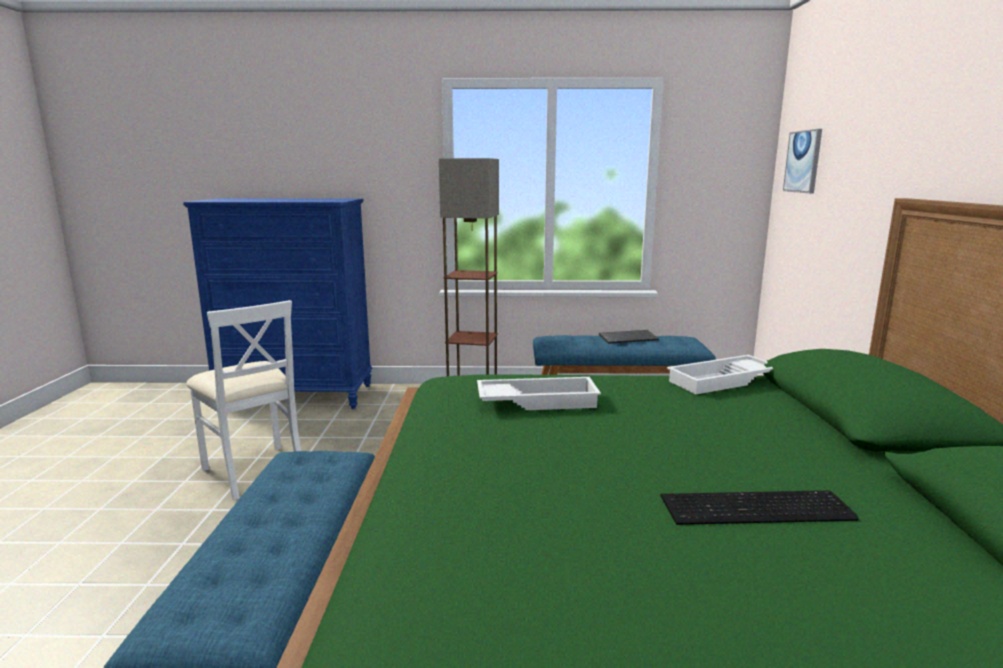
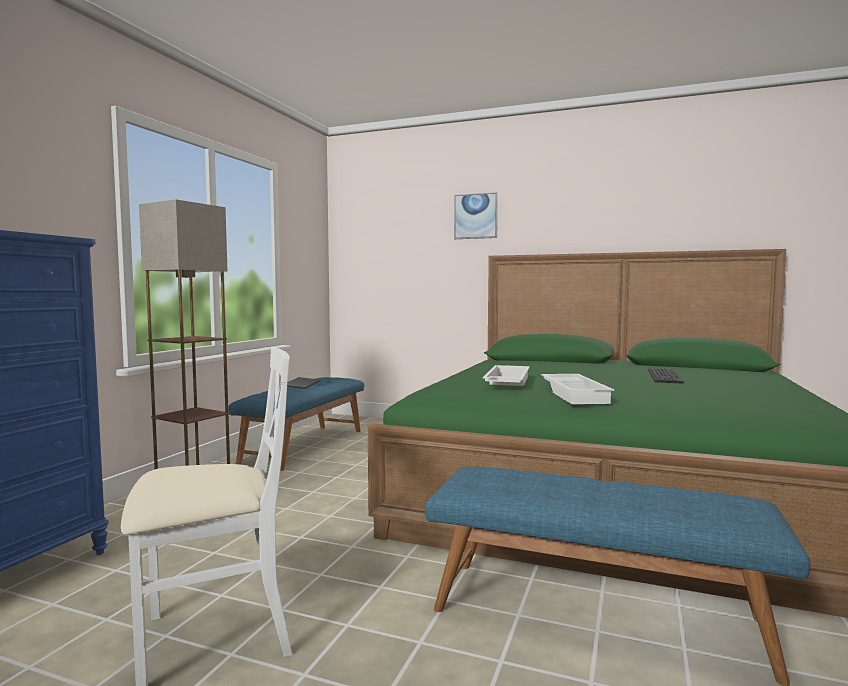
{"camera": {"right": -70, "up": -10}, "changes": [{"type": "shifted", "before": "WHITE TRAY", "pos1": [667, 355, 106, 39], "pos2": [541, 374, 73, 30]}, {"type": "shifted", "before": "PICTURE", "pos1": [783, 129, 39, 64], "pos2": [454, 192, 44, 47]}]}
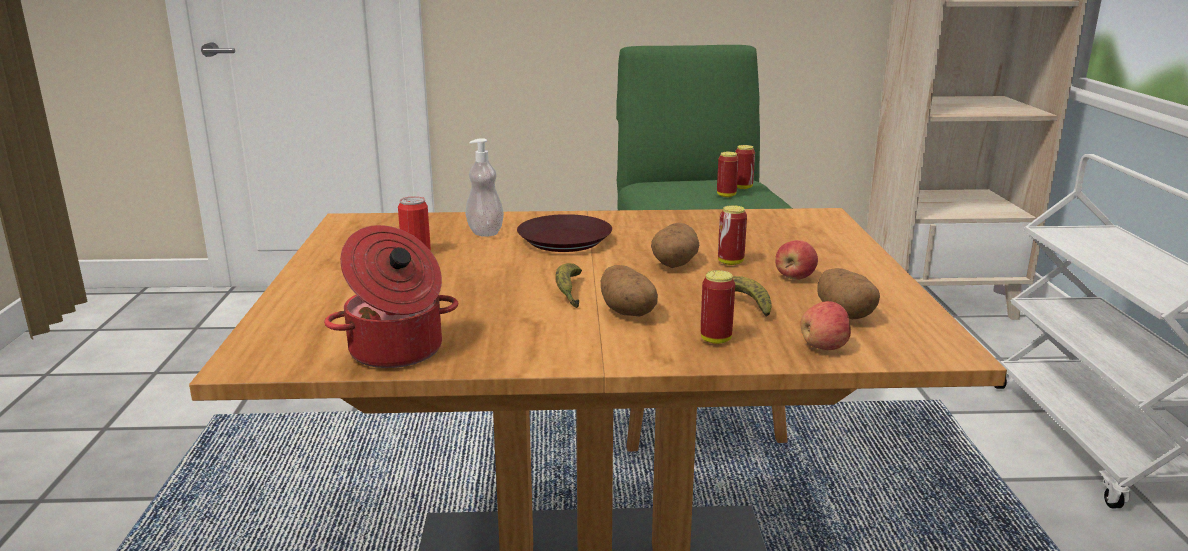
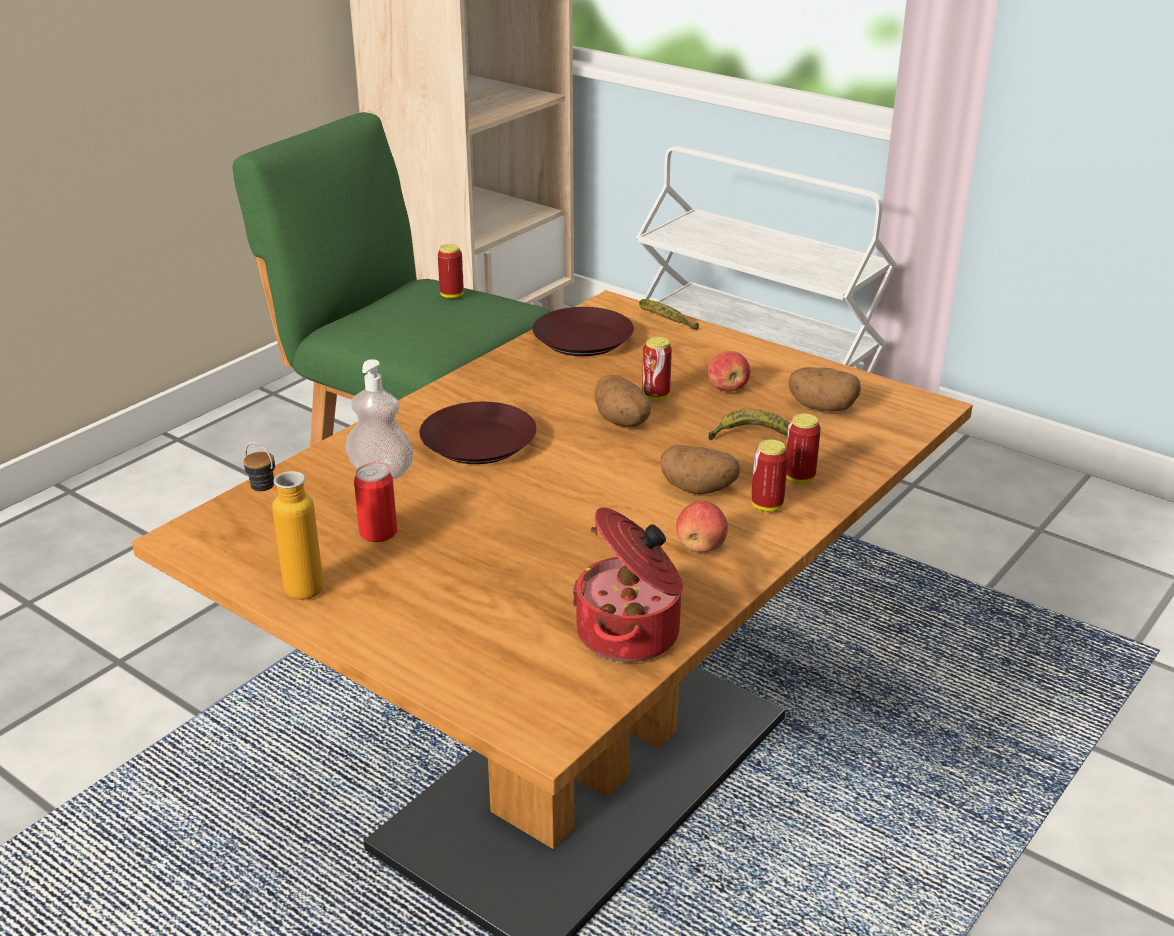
{"camera": {"right": -50, "up": 10}, "changes": [{"type": "shifted", "before": "BANANA", "pos1": [555, 263, 27, 45], "pos2": [639, 299, 60, 31]}, {"type": "shifted", "before": "CAN", "pos1": [717, 152, 22, 45], "pos2": [751, 440, 37, 72]}, {"type": "shifted", "before": "APPLE", "pos1": [800, 301, 51, 49], "pos2": [676, 501, 52, 51]}, {"type": "new", "after": "BOTTLE", "pos2": [244, 442, 80, 158]}, {"type": "new", "after": "BROWN PLATE", "pos2": [532, 307, 102, 49]}]}
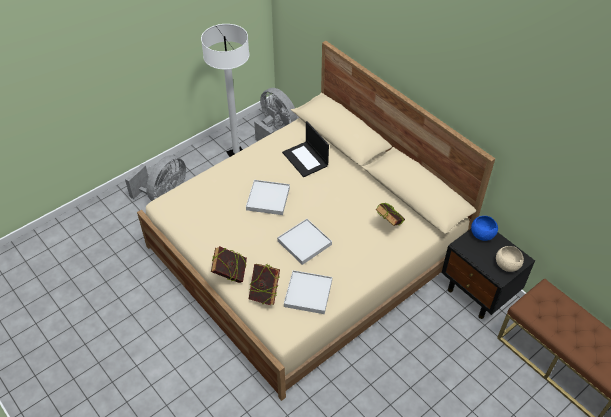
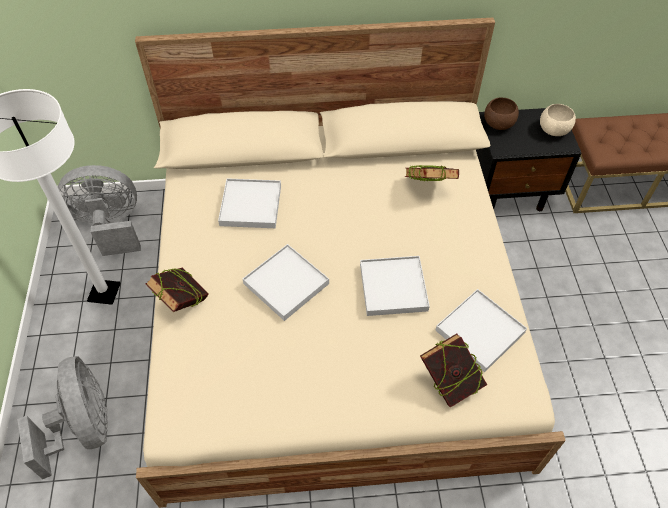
{"camera": {"right": -55, "up": 5}, "changes": [{"type": "shifted", "before": "BOOK", "pos1": [211, 246, 36, 37], "pos2": [145, 268, 64, 44]}, {"type": "swapped", "before": "LAPTOP", "after": "WHITE TRAY", "pos1": [282, 121, 47, 56], "pos2": [218, 178, 63, 50]}, {"type": "repainted", "before": "BLUE BOWL", "after": "BROWN BOWL", "pos1": [471, 216, 27, 25], "pos2": [484, 97, 35, 33]}]}
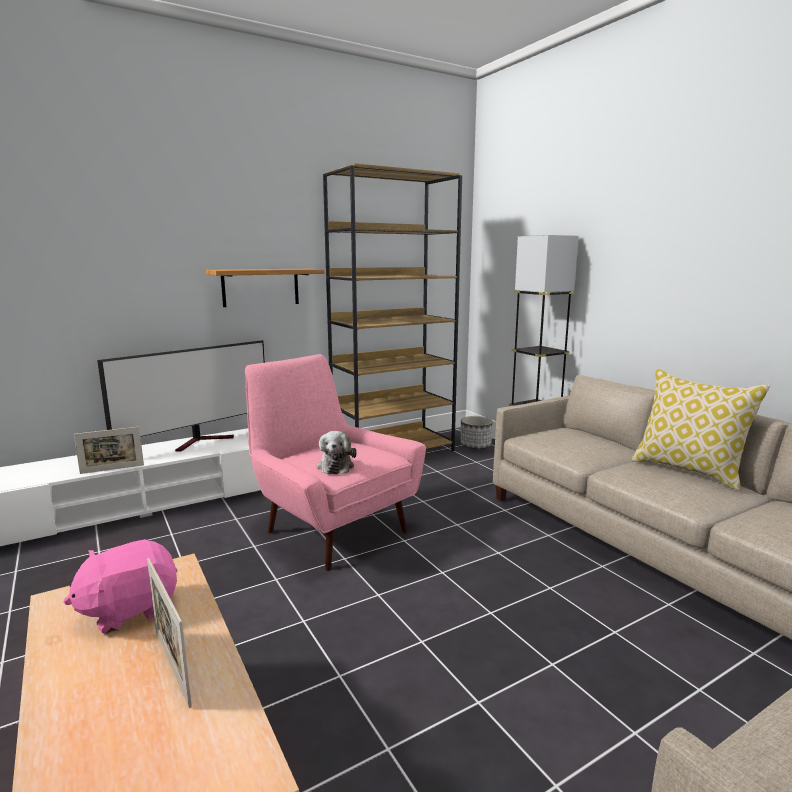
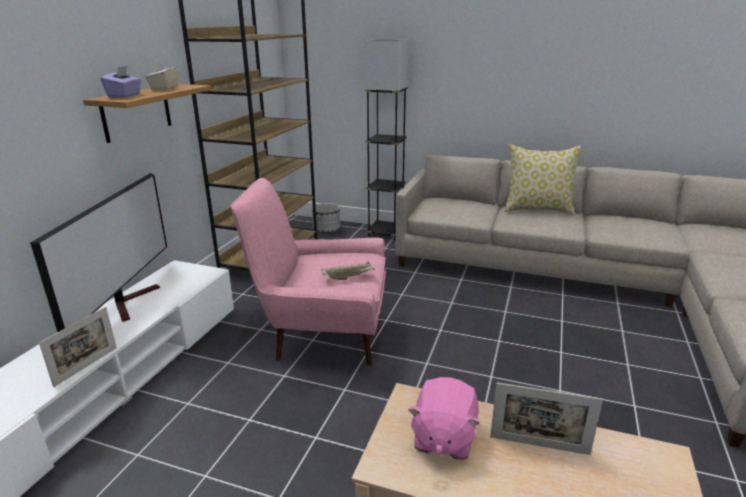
{"camera": {"right": -40, "up": 10}, "changes": [{"type": "swapped", "before": "PLUSH TOY", "after": "BEIGE TRAY", "pos1": [317, 431, 40, 43], "pos2": [321, 261, 54, 19]}, {"type": "new", "after": "PURPLE TISSUE BOX", "pos2": [101, 66, 40, 32]}, {"type": "new", "after": "BEIGE TISSUE BOX", "pos2": [146, 61, 32, 29]}]}
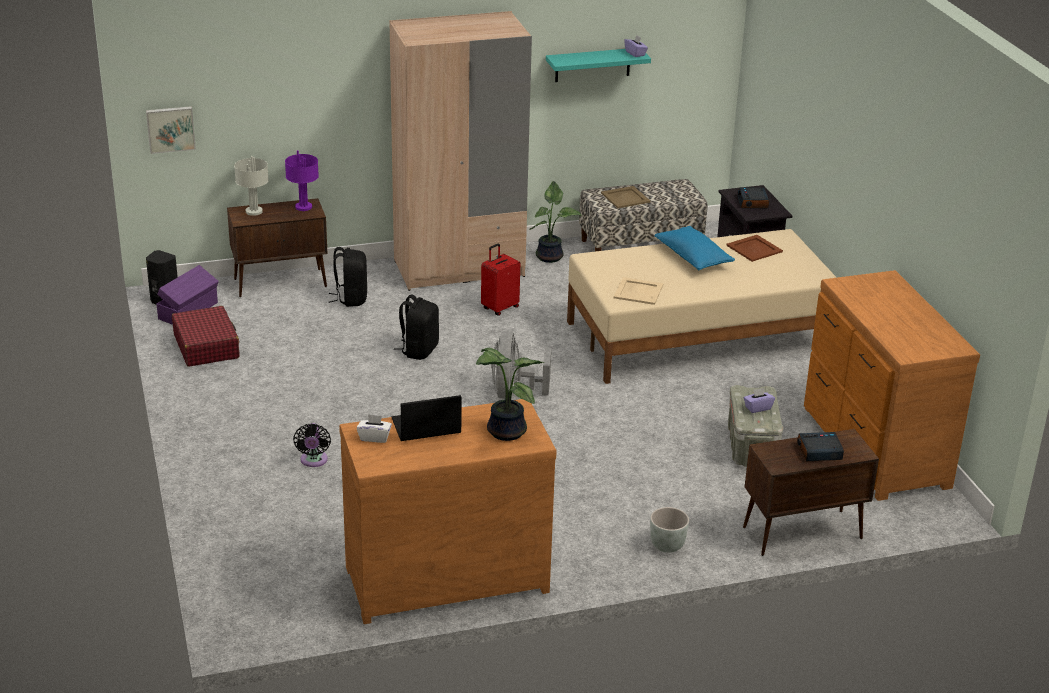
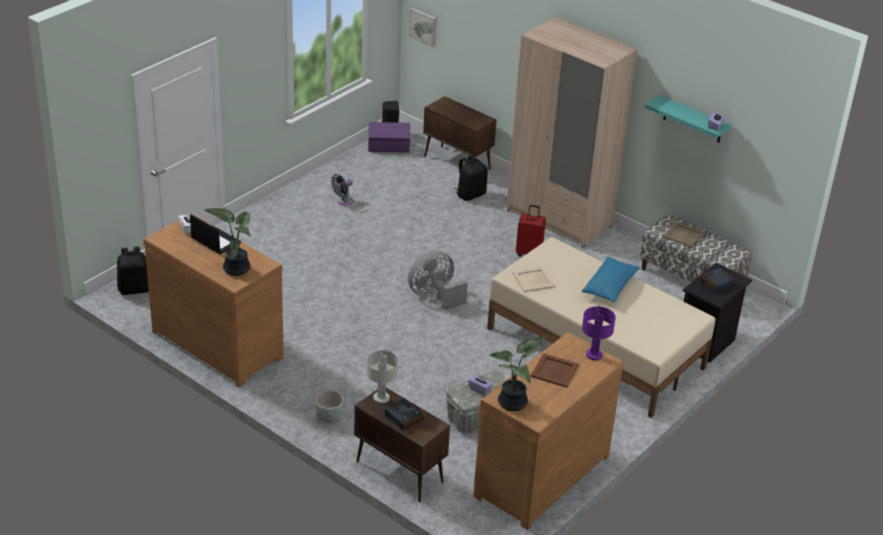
{"camera": {"right": 55, "up": 5}, "changes": [{"type": "gone", "before": "RED SUITCASE", "pos1": [172, 306, 67, 61]}, {"type": "shifted", "before": "GREY TABLE LAMP", "pos1": [234, 156, 35, 60], "pos2": [366, 350, 32, 54]}, {"type": "shifted", "before": "PURPLE TABLE LAMP", "pos1": [285, 150, 34, 61], "pos2": [582, 305, 34, 55]}, {"type": "shifted", "before": "BLACK FAN", "pos1": [293, 423, 38, 44], "pos2": [331, 174, 23, 31]}, {"type": "shifted", "before": "BLACK BACKPACK", "pos1": [394, 295, 45, 65], "pos2": [117, 246, 32, 49]}, {"type": "shifted", "before": "POTTED PLANT", "pos1": [529, 181, 53, 82], "pos2": [489, 335, 58, 76]}, {"type": "shifted", "before": "BROWN TRAY", "pos1": [726, 235, 57, 27], "pos2": [530, 353, 49, 35]}]}
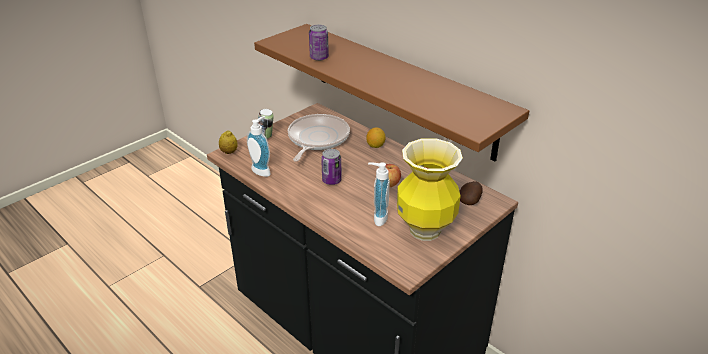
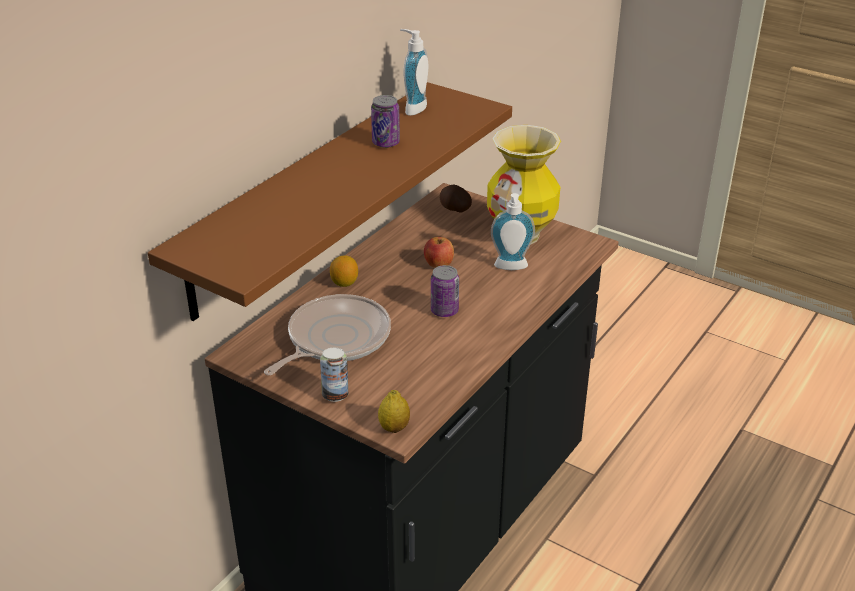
{"camera": {"right": -100, "up": 0}, "changes": [{"type": "shifted", "before": "SOAP DISPENSER", "pos1": [247, 116, 24, 61], "pos2": [400, 29, 28, 87]}, {"type": "rotated", "before": "FRYING PAN", "pos1": [288, 114, 62, 48], "pos2": [264, 294, 127, 81], "turn": 120}, {"type": "shifted", "before": "CAN", "pos1": [309, 24, 20, 37], "pos2": [371, 95, 29, 53]}]}
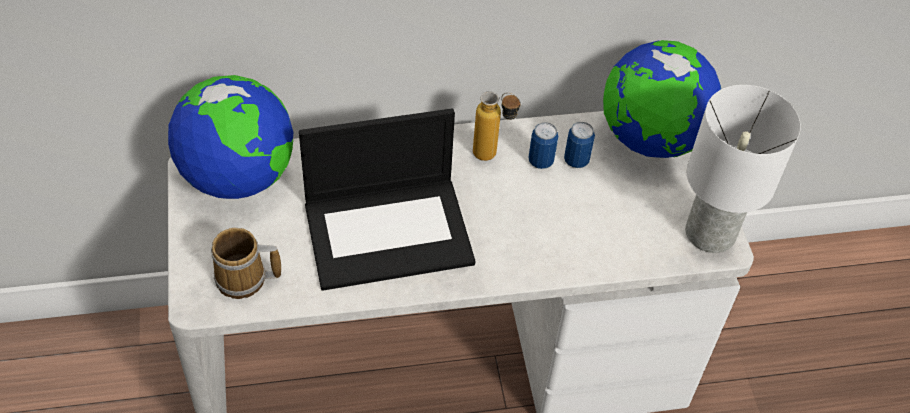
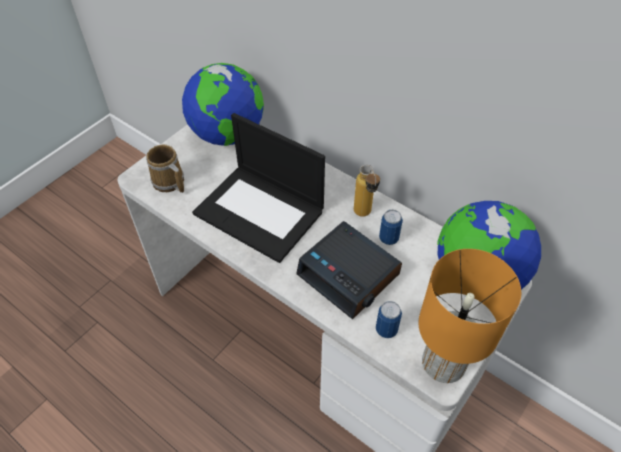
{"camera": {"right": 50, "up": 0}, "changes": [{"type": "shifted", "before": "CAN", "pos1": [564, 122, 31, 46], "pos2": [376, 301, 26, 37]}, {"type": "repainted", "before": "WHITE TABLE LAMP", "after": "ORANGE TABLE LAMP", "pos1": [685, 85, 116, 168], "pos2": [419, 249, 102, 134]}, {"type": "new", "after": "ALARM CLOCK", "pos2": [296, 221, 106, 99]}]}
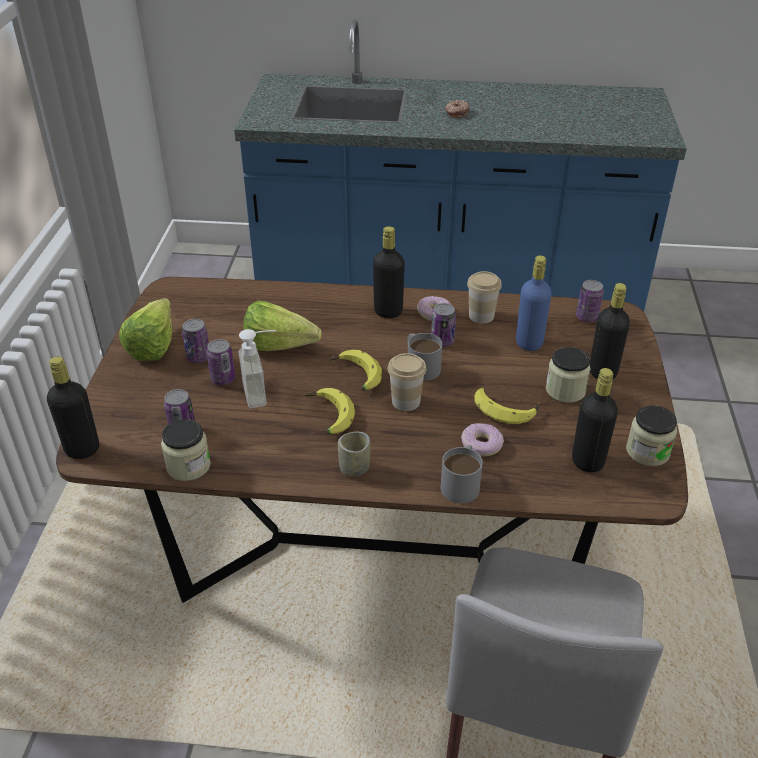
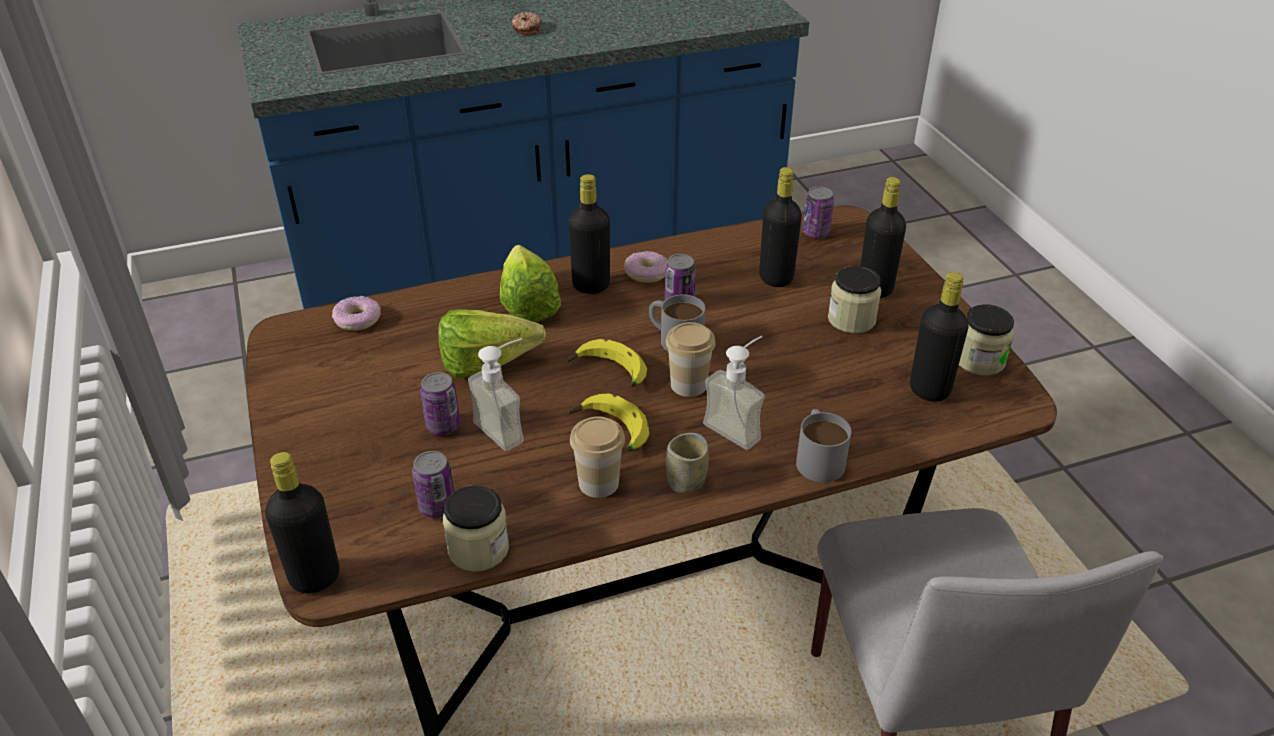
{"camera": {"right": -25, "up": 0}, "changes": [{"type": "shifted", "before": "LETTUCE", "pos1": [119, 298, 53, 63], "pos2": [500, 245, 61, 77]}, {"type": "gone", "before": "CAN", "pos1": [182, 319, 27, 44]}, {"type": "shifted", "before": "DONUT", "pos1": [461, 423, 43, 34], "pos2": [332, 296, 49, 35]}, {"type": "shifted", "before": "CUP", "pos1": [467, 271, 35, 53], "pos2": [570, 416, 55, 82]}, {"type": "gone", "before": "BANANA", "pos1": [474, 387, 66, 37]}, {"type": "repainted", "before": "BLUE BOTTLE", "after": "BLACK BOTTLE", "pos1": [516, 255, 36, 96], "pos2": [759, 167, 43, 120]}, {"type": "new", "after": "SOAP DISPENSER", "pos2": [703, 336, 62, 114]}]}
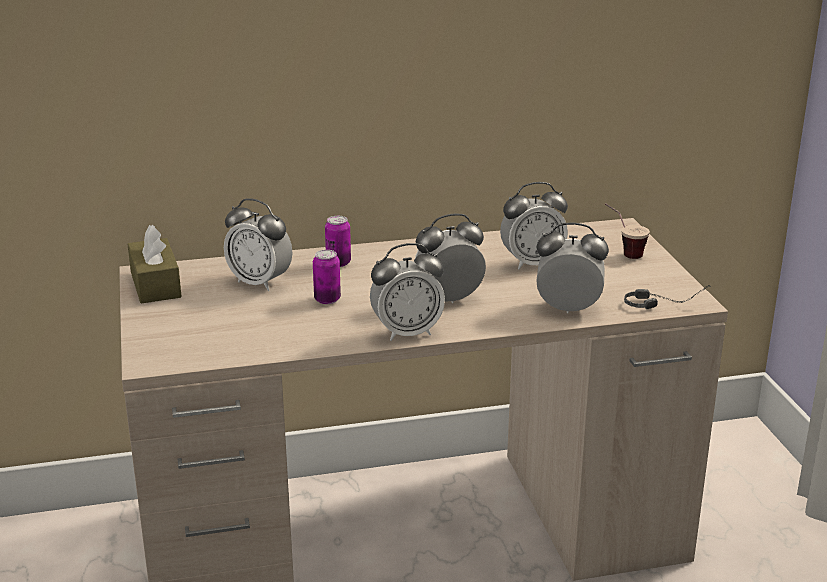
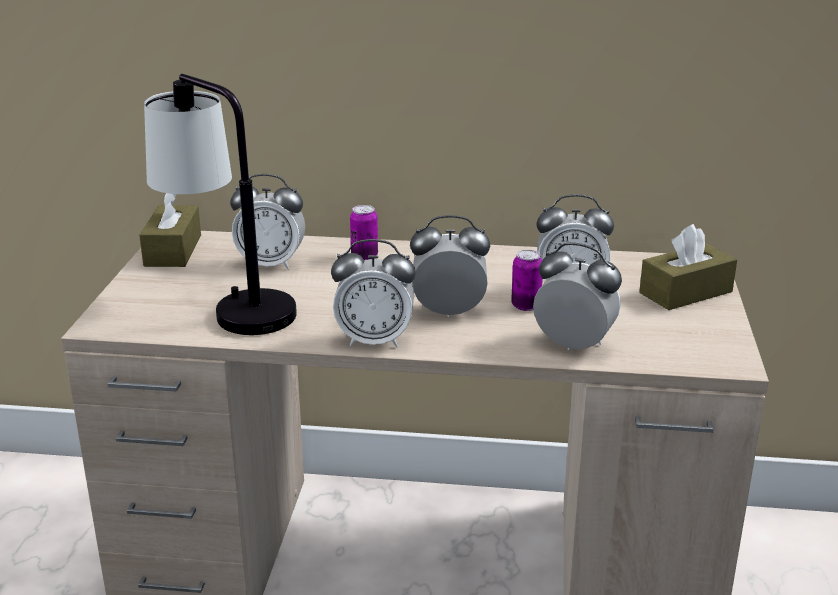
{"camera": {"right": 20, "up": 0}, "changes": [{"type": "rotated", "before": "ALARM CLOCK", "pos1": [224, 198, 68, 93], "pos2": [230, 174, 75, 96], "turn": -45}, {"type": "shifted", "before": "CAN", "pos1": [313, 250, 28, 54], "pos2": [511, 250, 32, 61]}, {"type": "swapped", "before": "CUP", "after": "BROWN TISSUE BOX", "pos1": [605, 203, 45, 56], "pos2": [639, 224, 98, 86]}, {"type": "gone", "before": "HEADPHONES", "pos1": [624, 285, 87, 24]}, {"type": "new", "after": "TABLE LAMP", "pos2": [144, 74, 152, 261]}]}
